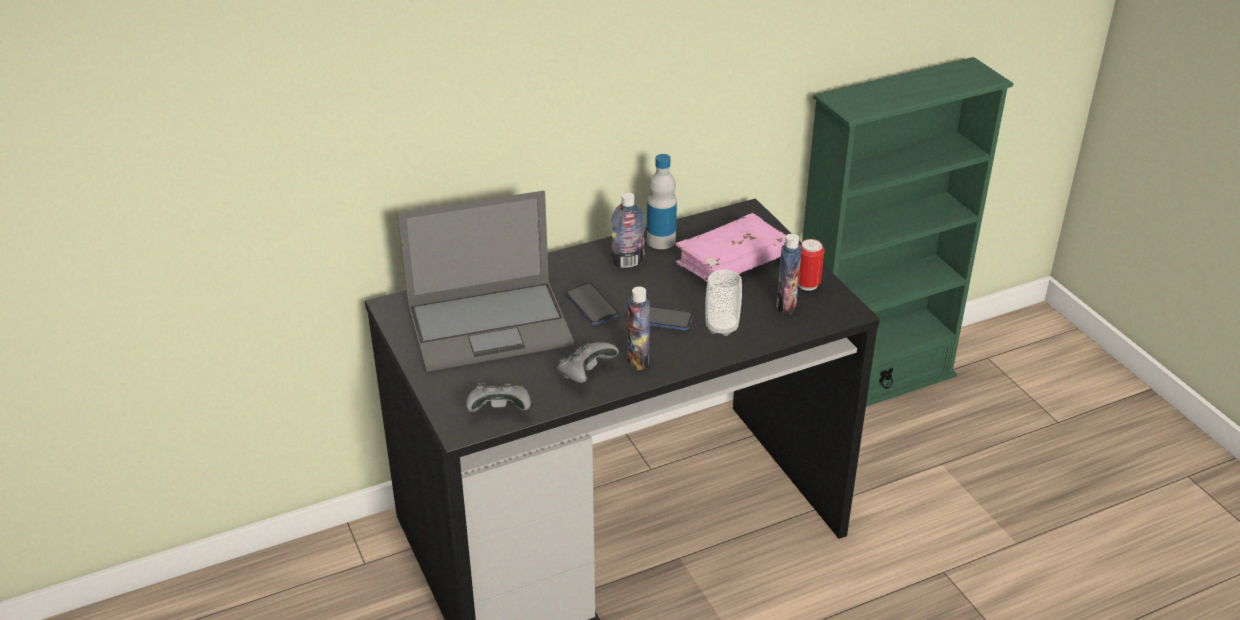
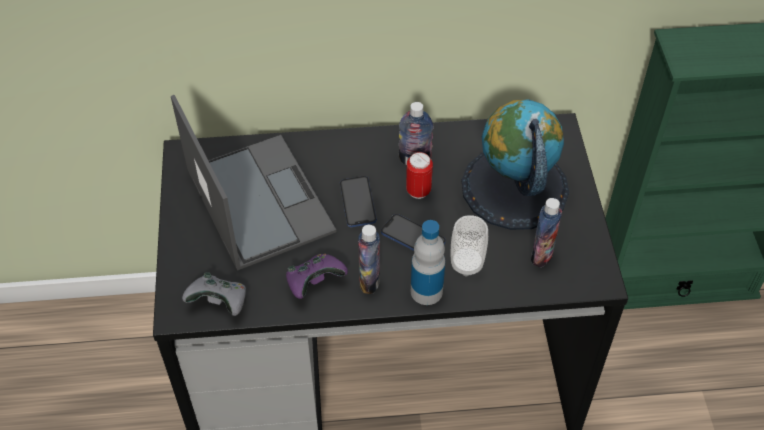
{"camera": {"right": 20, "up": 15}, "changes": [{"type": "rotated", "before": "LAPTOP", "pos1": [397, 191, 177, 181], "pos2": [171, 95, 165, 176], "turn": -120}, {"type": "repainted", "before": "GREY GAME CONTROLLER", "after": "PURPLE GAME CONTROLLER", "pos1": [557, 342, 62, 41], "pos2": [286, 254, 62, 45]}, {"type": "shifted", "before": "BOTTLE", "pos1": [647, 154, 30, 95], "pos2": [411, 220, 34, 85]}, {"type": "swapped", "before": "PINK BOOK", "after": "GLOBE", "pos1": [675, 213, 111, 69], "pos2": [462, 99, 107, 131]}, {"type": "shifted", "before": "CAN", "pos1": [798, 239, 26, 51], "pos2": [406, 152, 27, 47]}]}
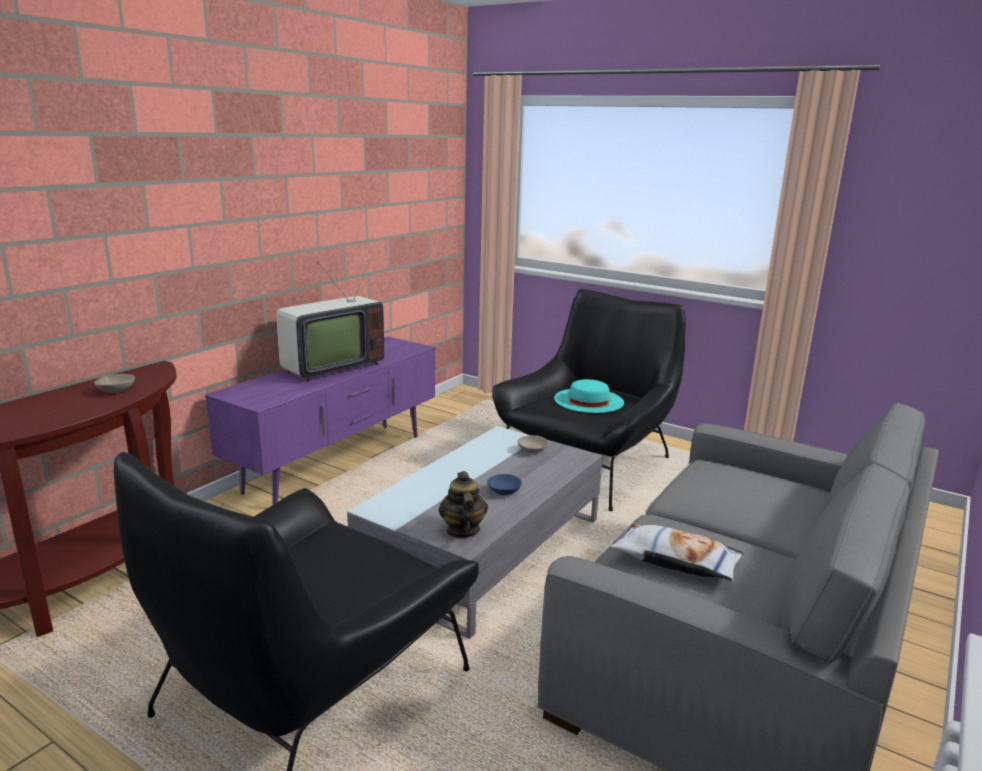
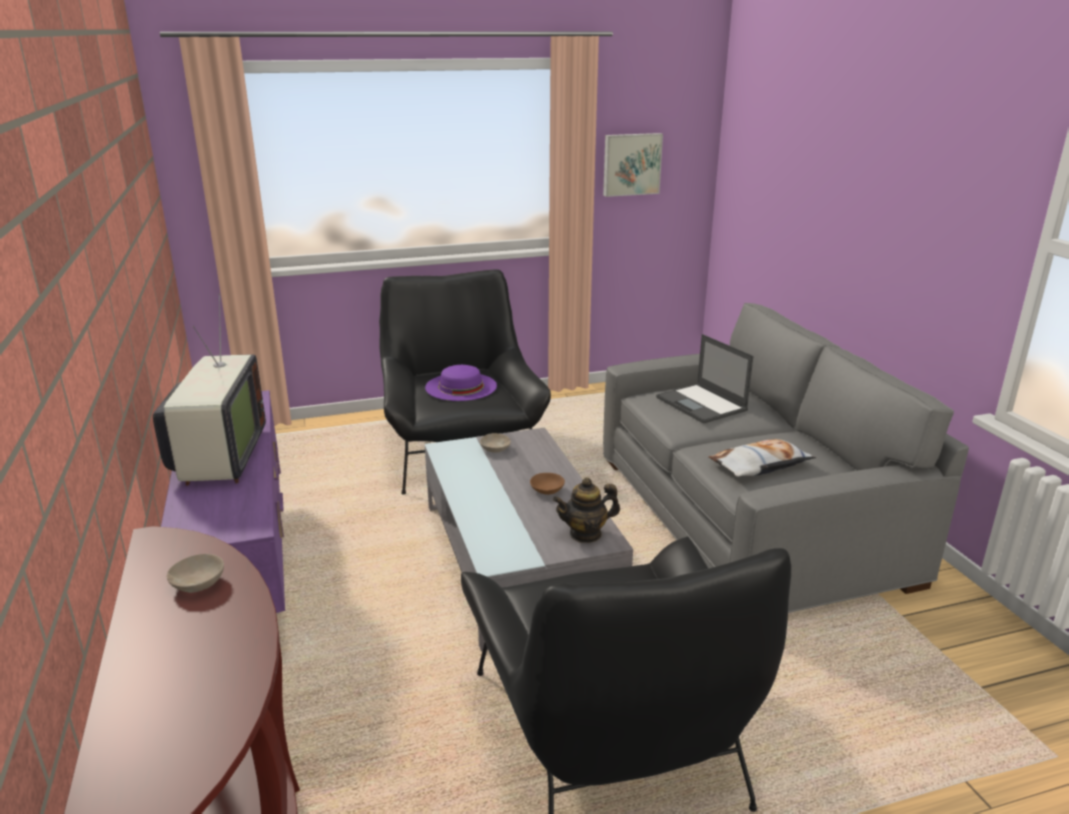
{"camera": {"right": -50, "up": 5}, "changes": [{"type": "rotated", "before": "TEAPOT", "pos1": [439, 471, 49, 67], "pos2": [553, 478, 67, 65], "turn": -45}, {"type": "repainted", "before": "BLUE BOWL", "after": "BROWN BOWL", "pos1": [487, 474, 35, 21], "pos2": [530, 473, 35, 22]}, {"type": "repainted", "before": "TURQUOISE HAT", "after": "PURPLE HAT", "pos1": [554, 379, 70, 34], "pos2": [425, 365, 72, 36]}, {"type": "new", "after": "PICTURE", "pos2": [603, 133, 60, 64]}, {"type": "new", "after": "LAPTOP", "pos2": [656, 334, 97, 90]}]}
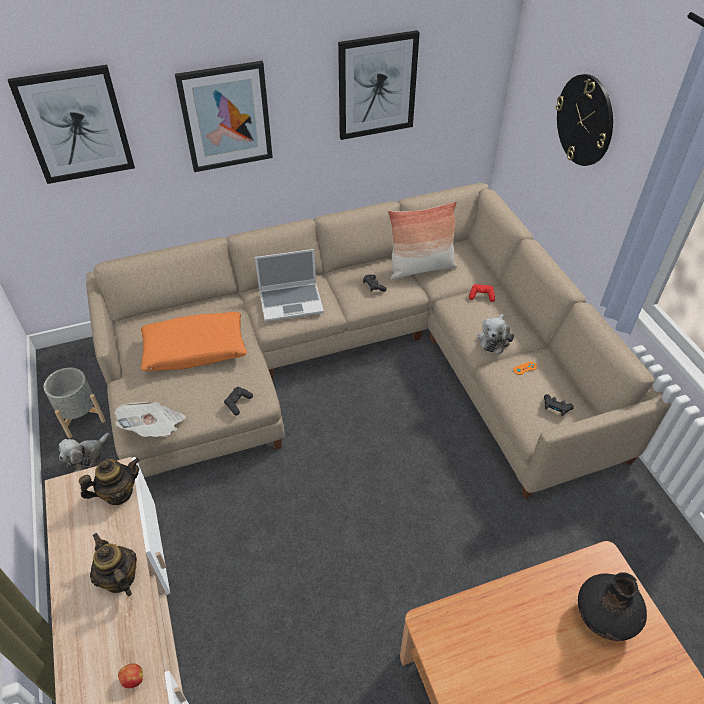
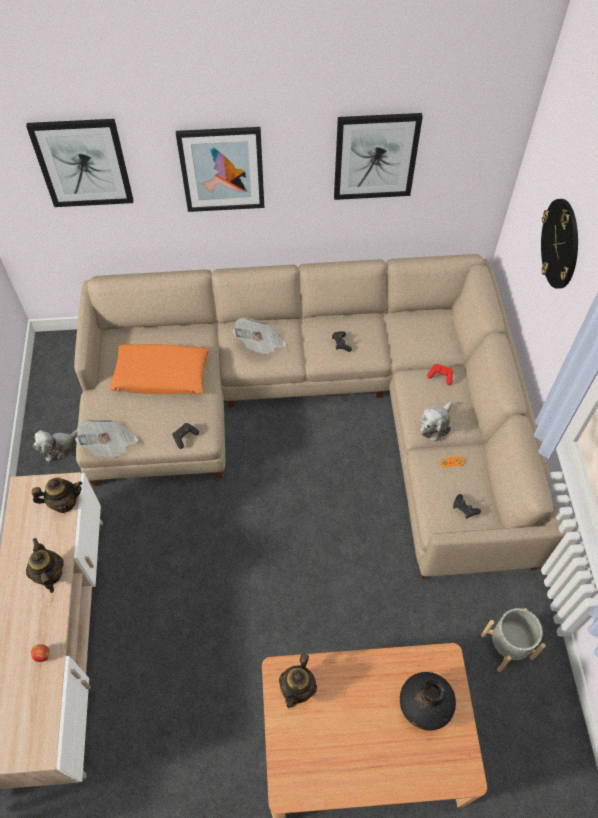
{"camera": {"right": 15, "up": 10}, "changes": [{"type": "shifted", "before": "GREY PLANTER", "pos1": [44, 368, 62, 70], "pos2": [481, 608, 64, 64]}, {"type": "swapped", "before": "LAPTOP", "after": "NEWSPAPER", "pos1": [255, 249, 69, 73], "pos2": [232, 317, 54, 38]}, {"type": "gone", "before": "PILLOW", "pos1": [388, 202, 69, 78]}, {"type": "new", "after": "TEAPOT", "pos2": [279, 653, 38, 55]}]}
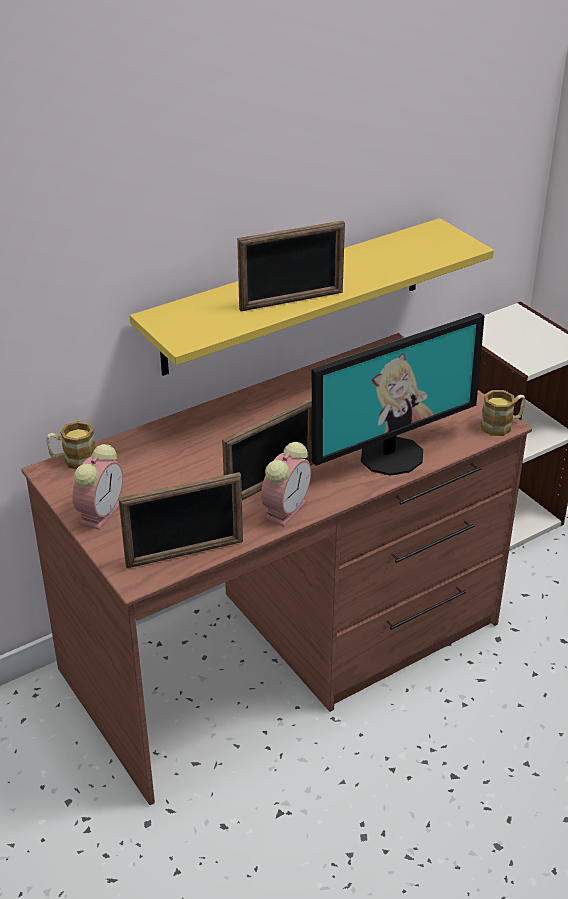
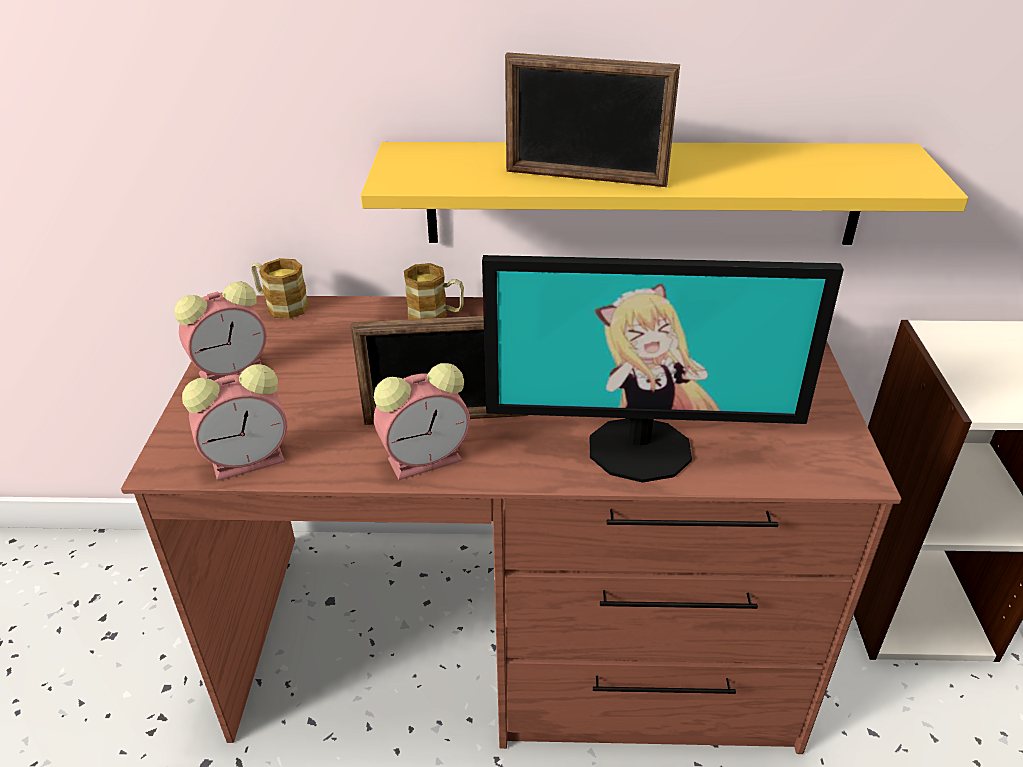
{"camera": {"right": 35, "up": 0}, "changes": [{"type": "swapped", "before": "PICTURE FRAME", "after": "ALARM CLOCK", "pos1": [118, 472, 125, 96], "pos2": [182, 364, 106, 117]}, {"type": "shifted", "before": "MUG", "pos1": [481, 390, 45, 46], "pos2": [404, 263, 60, 56]}]}
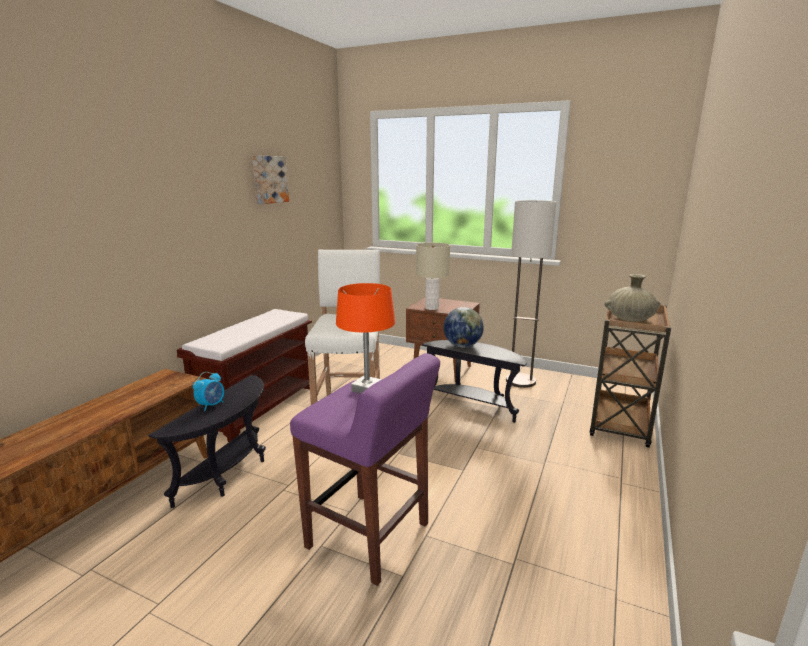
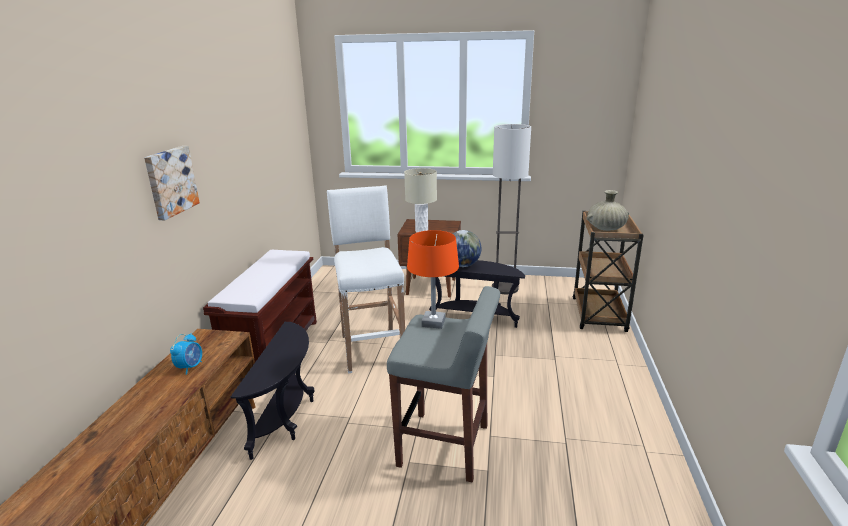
{"camera": {"right": -15, "up": 5}, "changes": [{"type": "shifted", "before": "ALARM CLOCK", "pos1": [193, 372, 31, 39], "pos2": [170, 333, 32, 42]}, {"type": "shifted", "before": "PICTURE", "pos1": [252, 155, 37, 49], "pos2": [144, 146, 56, 74]}, {"type": "repainted", "before": "PURPLE STOOL", "after": "GREY STOOL", "pos1": [290, 353, 150, 233], "pos2": [387, 286, 113, 197]}]}
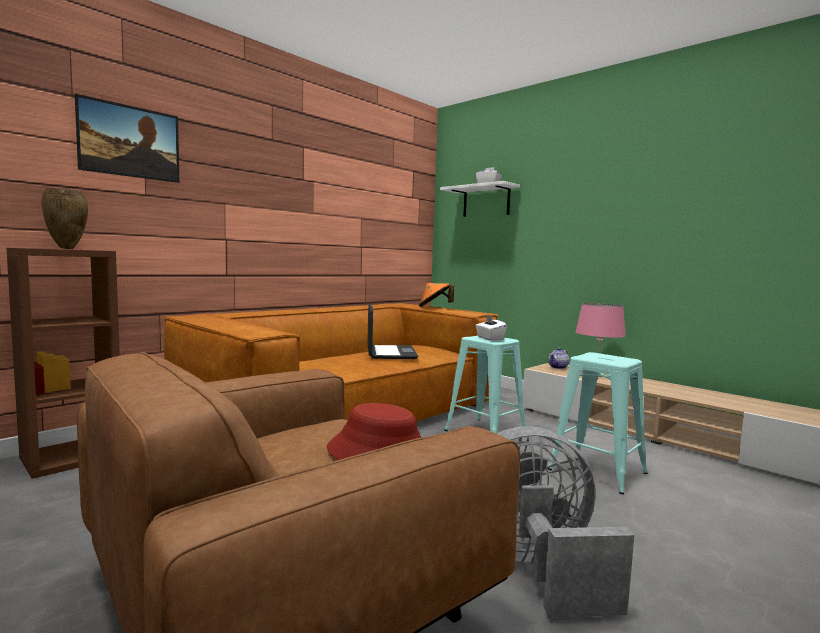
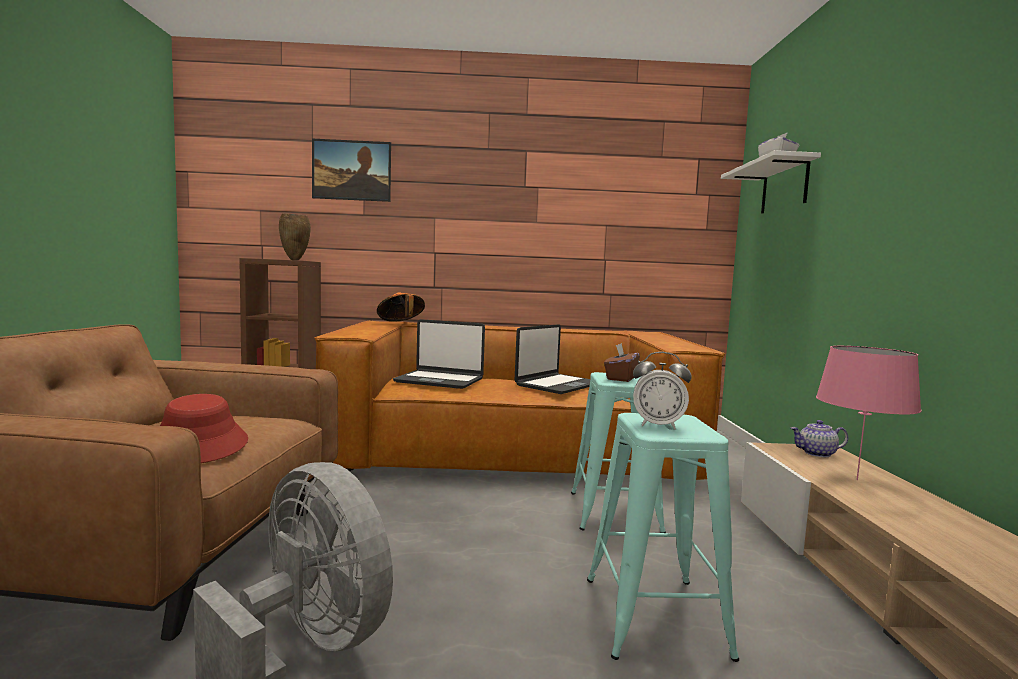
{"camera": {"right": 45, "up": 0}, "changes": [{"type": "shifted", "before": "ORANGE HAT", "pos1": [419, 283, 35, 24], "pos2": [377, 293, 48, 29]}, {"type": "repainted", "before": "WHITE TISSUE BOX", "after": "BROWN TISSUE BOX", "pos1": [475, 315, 32, 26], "pos2": [604, 343, 36, 39]}, {"type": "new", "after": "LAPTOP", "pos2": [393, 319, 92, 70]}, {"type": "new", "after": "ALARM CLOCK", "pos2": [633, 352, 59, 78]}]}
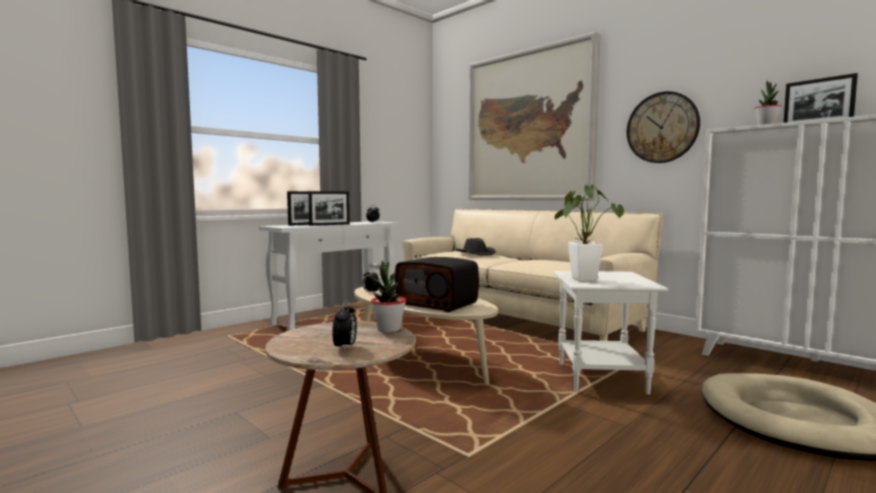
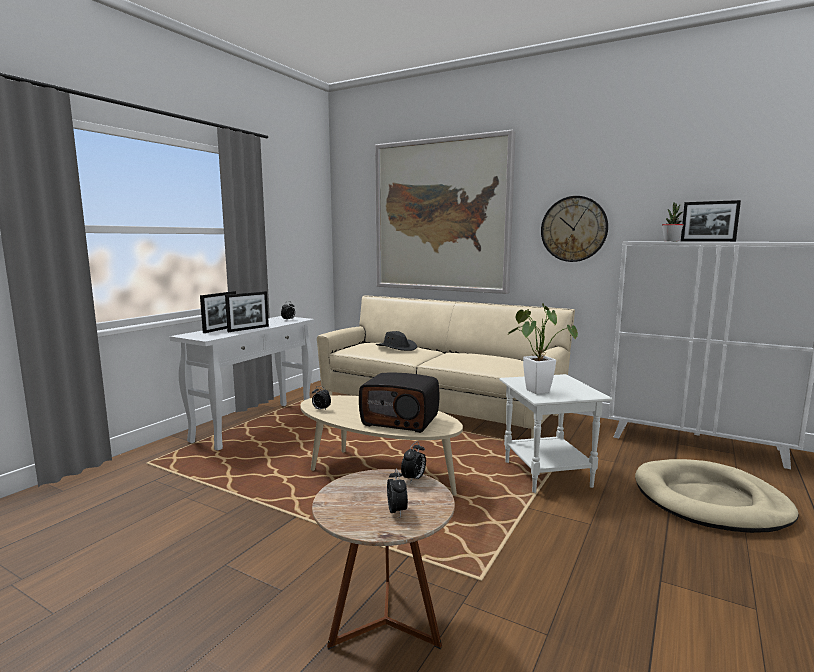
{"camera": {"right": -15, "up": 5}, "changes": [{"type": "swapped", "before": "POTTED PLANT", "after": "ALARM CLOCK", "pos1": [371, 260, 35, 72], "pos2": [401, 441, 25, 43]}]}
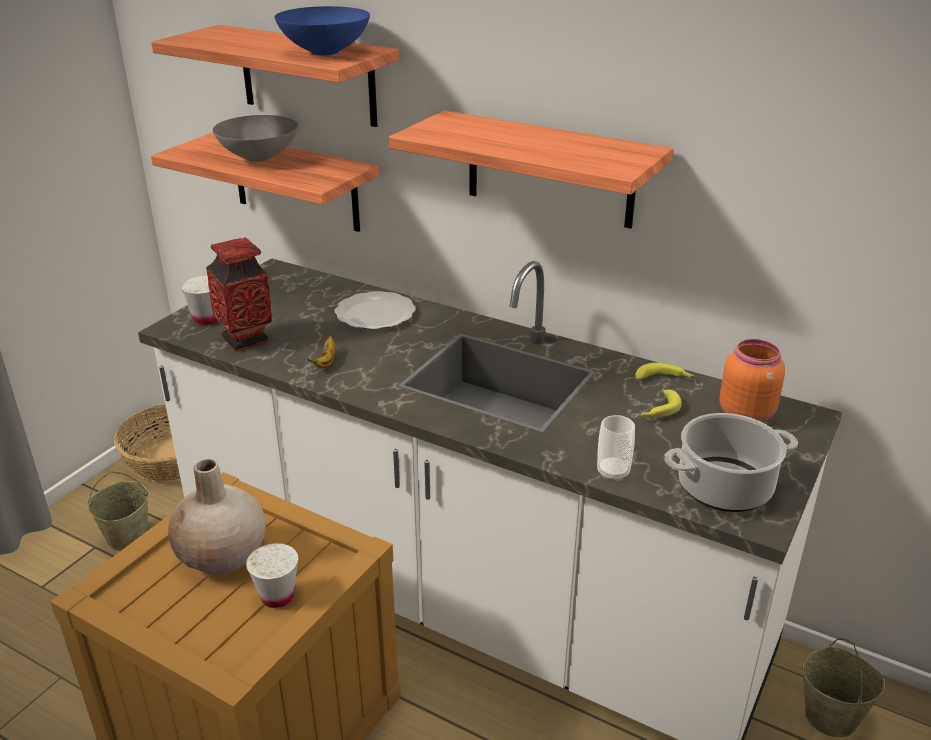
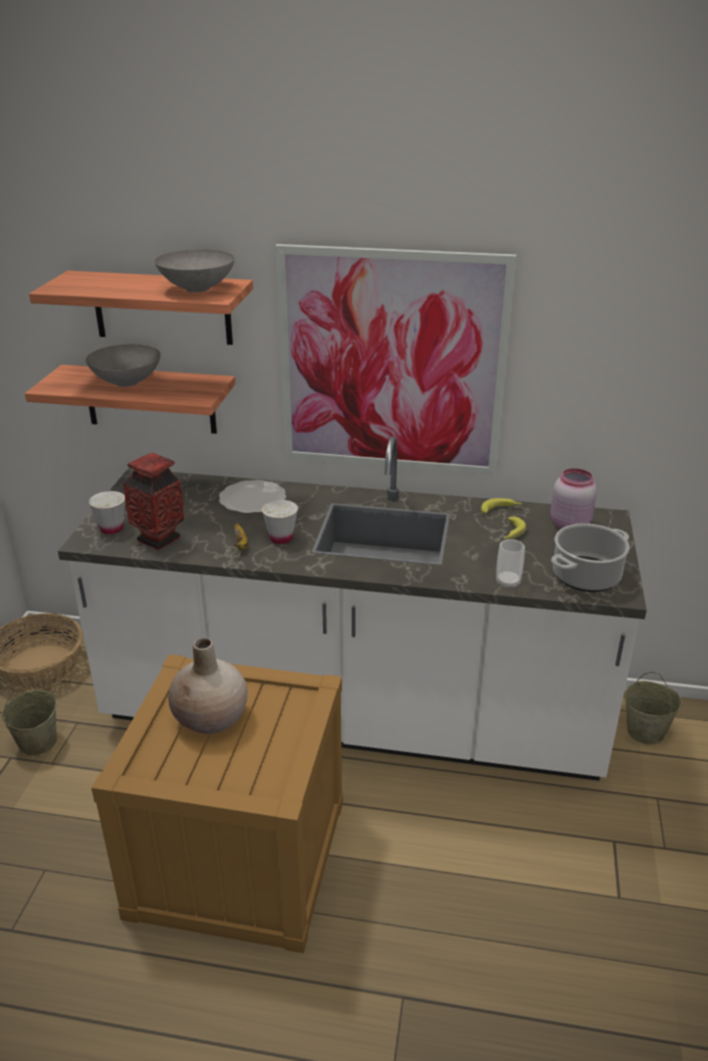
{"camera": {"right": -20, "up": 0}, "changes": [{"type": "shifted", "before": "WHITE CUP", "pos1": [246, 543, 52, 65], "pos2": [262, 500, 36, 44]}, {"type": "repainted", "before": "BLUE BOWL", "after": "GREY BOWL", "pos1": [275, 6, 95, 49], "pos2": [155, 249, 80, 43]}, {"type": "swapped", "before": "SHELF", "after": "PICTURE", "pos1": [389, 110, 284, 119], "pos2": [276, 244, 240, 231]}, {"type": "repainted", "before": "ORANGE JAR", "after": "PINK JAR", "pos1": [720, 339, 65, 84], "pos2": [550, 468, 47, 61]}]}
